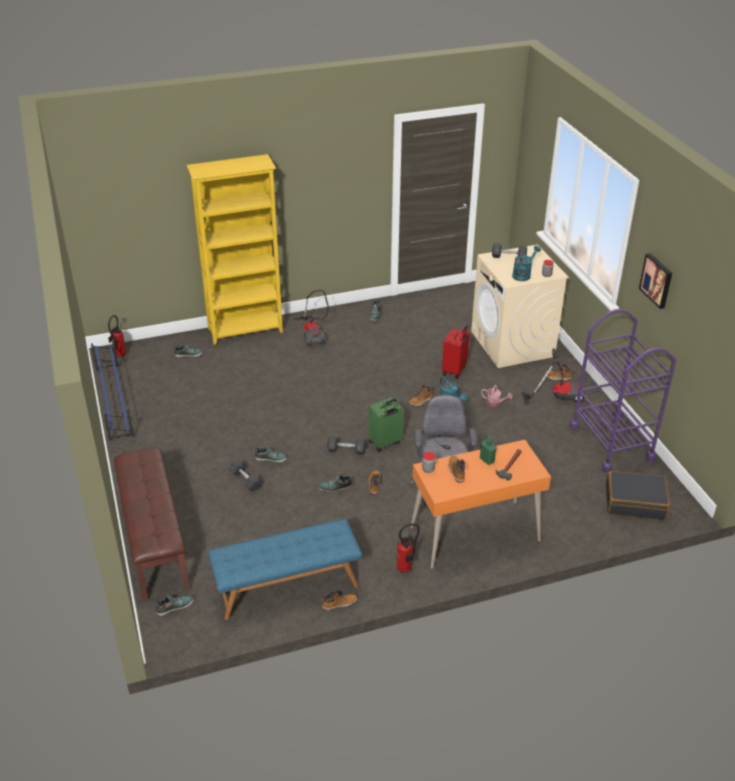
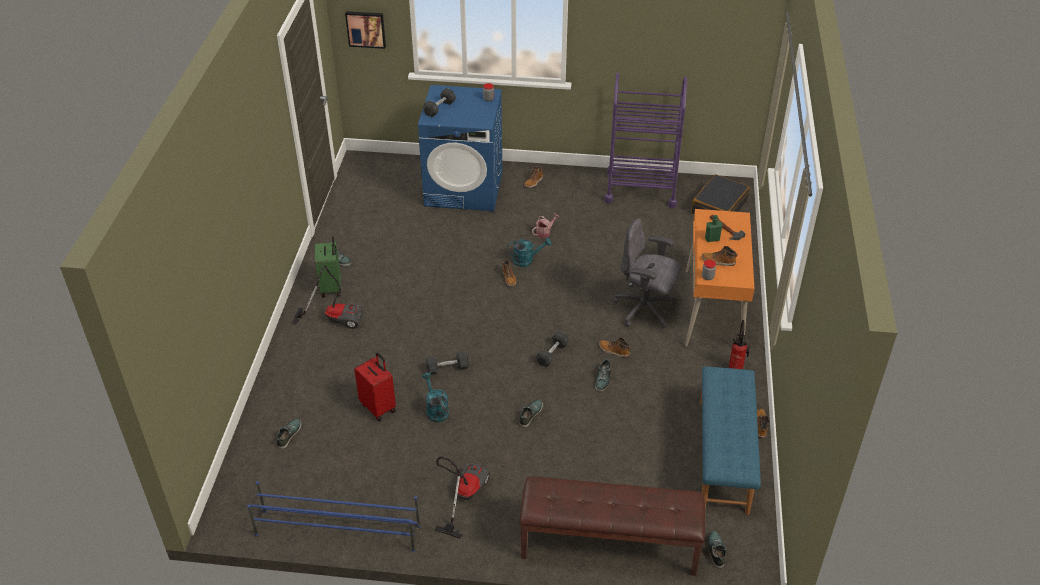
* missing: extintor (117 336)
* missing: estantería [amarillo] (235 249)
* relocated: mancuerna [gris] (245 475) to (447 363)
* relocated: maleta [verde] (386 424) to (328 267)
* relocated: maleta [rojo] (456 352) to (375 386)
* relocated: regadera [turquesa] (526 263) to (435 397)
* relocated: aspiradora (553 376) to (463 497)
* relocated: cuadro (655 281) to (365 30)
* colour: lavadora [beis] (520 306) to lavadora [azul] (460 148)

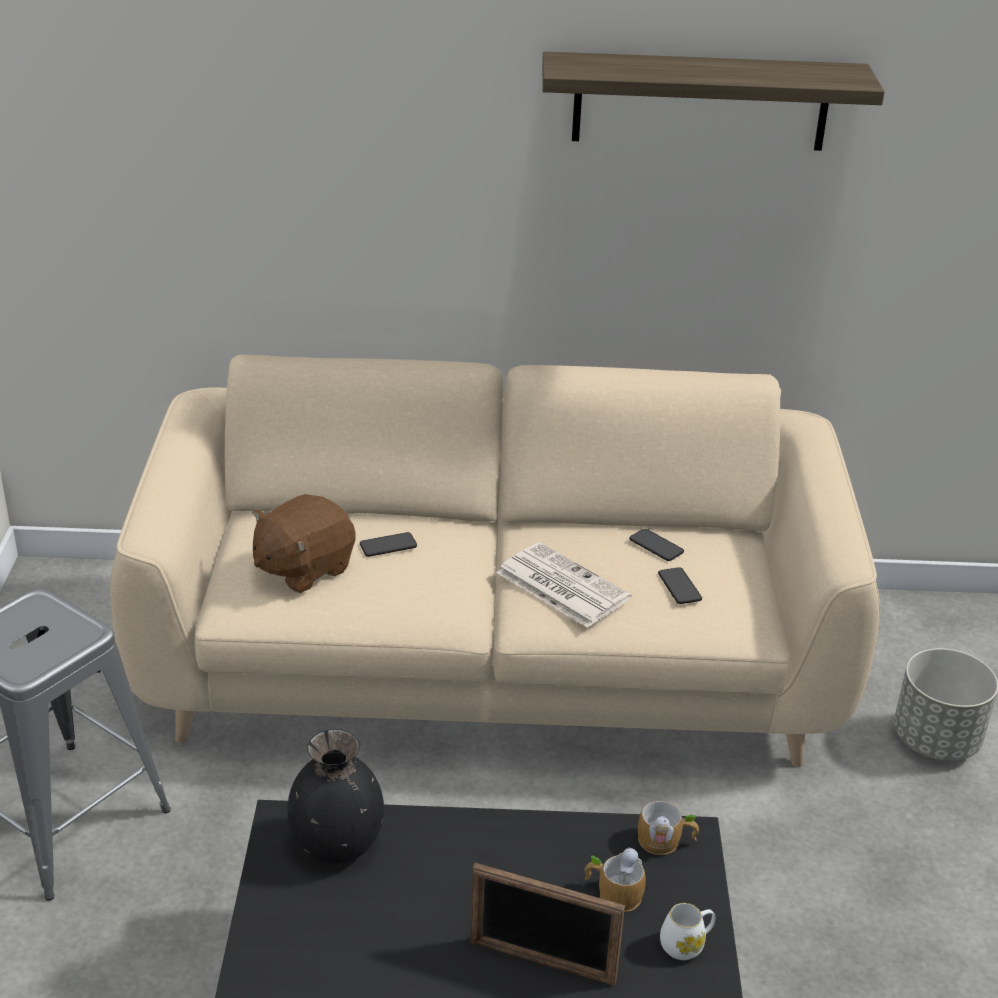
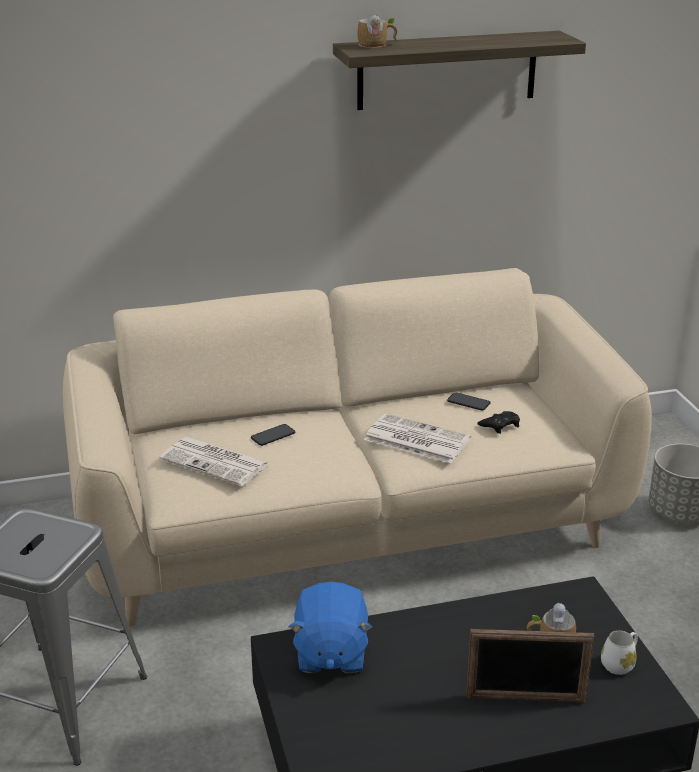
* relocated: taza grande (668 828) to (378 31)
* exchanged: peluche [marrón] (304 543) to periódico (214 461)
* exchanged: florero [negro] (335 796) to peluche [azul] (330 627)
* exchanged: móvil (680 585) to mando de consola [negro] (498 422)

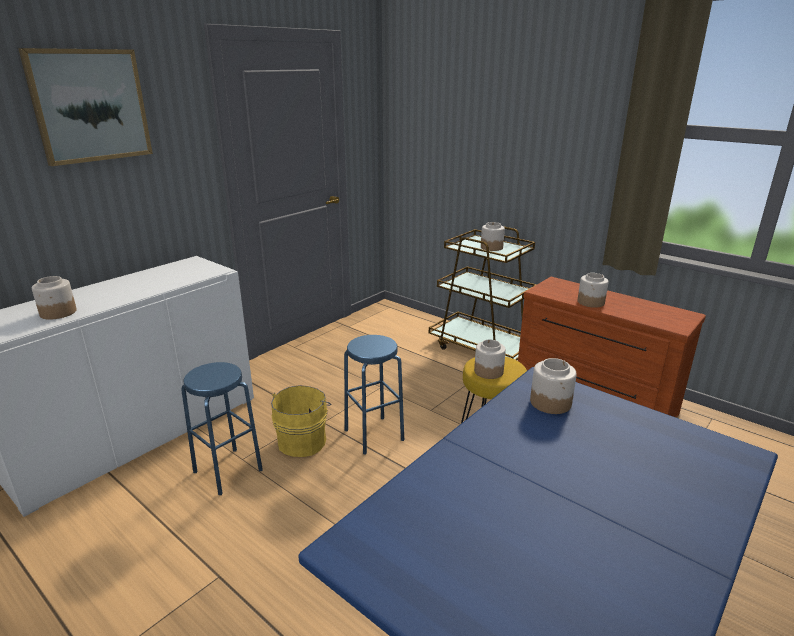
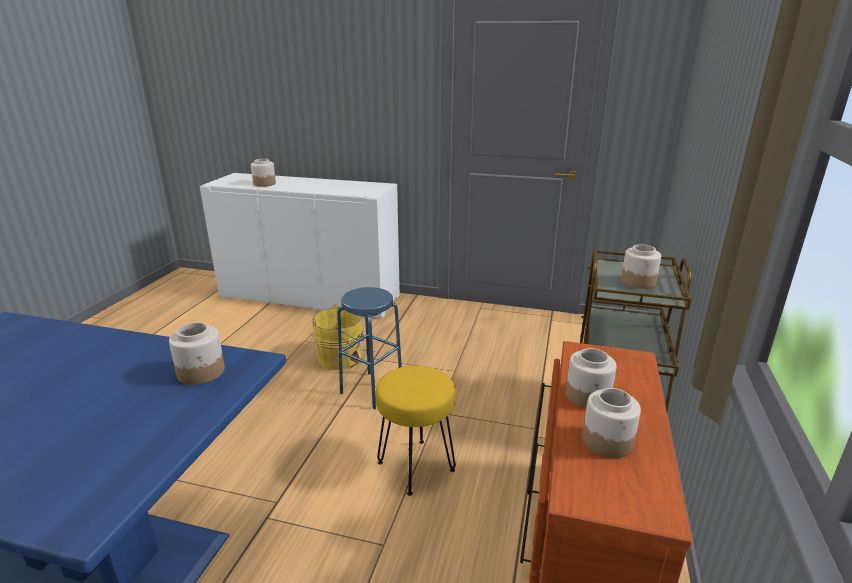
* missing: cuadro (85 107)
* missing: taburete [azul] (222 428)
* relocated: tarro (490 359) to (611 423)

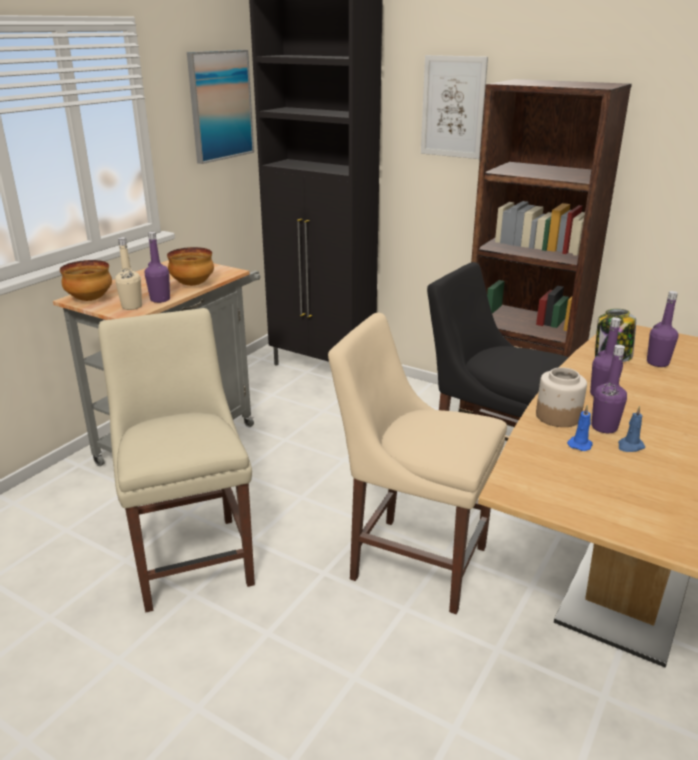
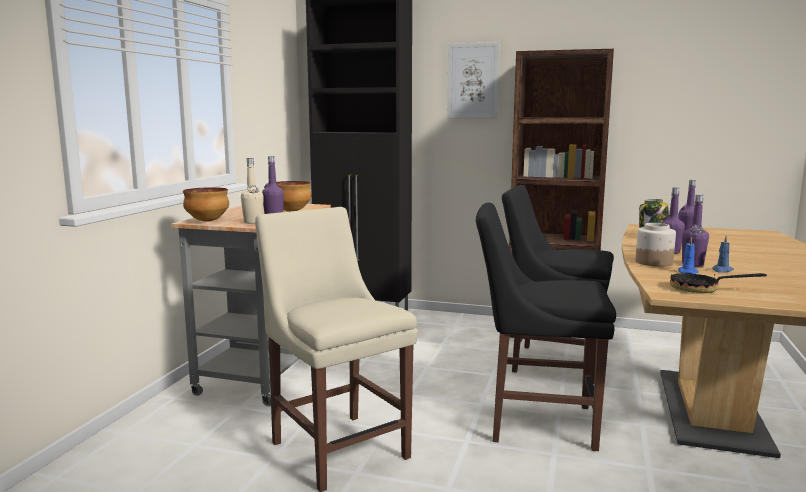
* missing: cuadro (220 107)
* appeared: sartén (718 278)
* colour: silla [beis] (417 463) to silla [negro] (546 327)

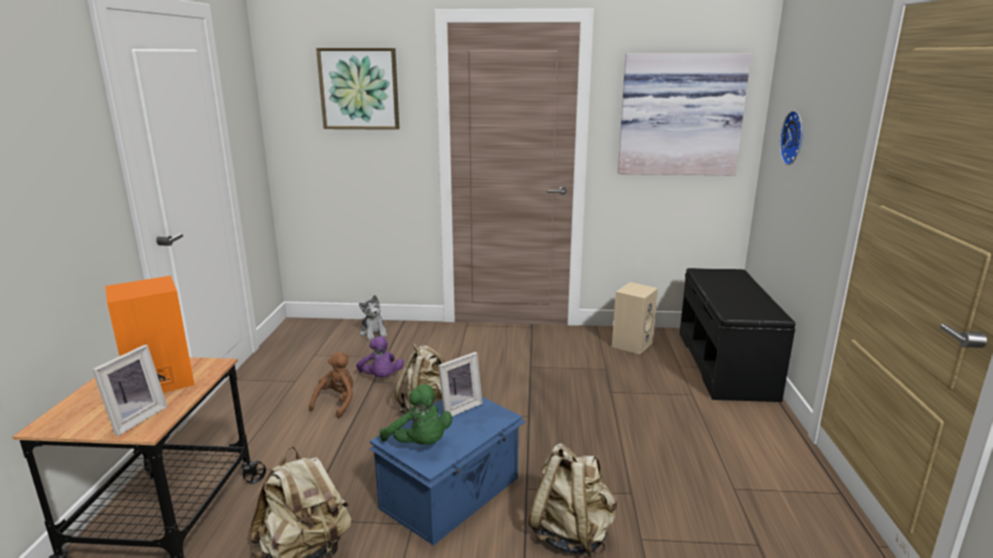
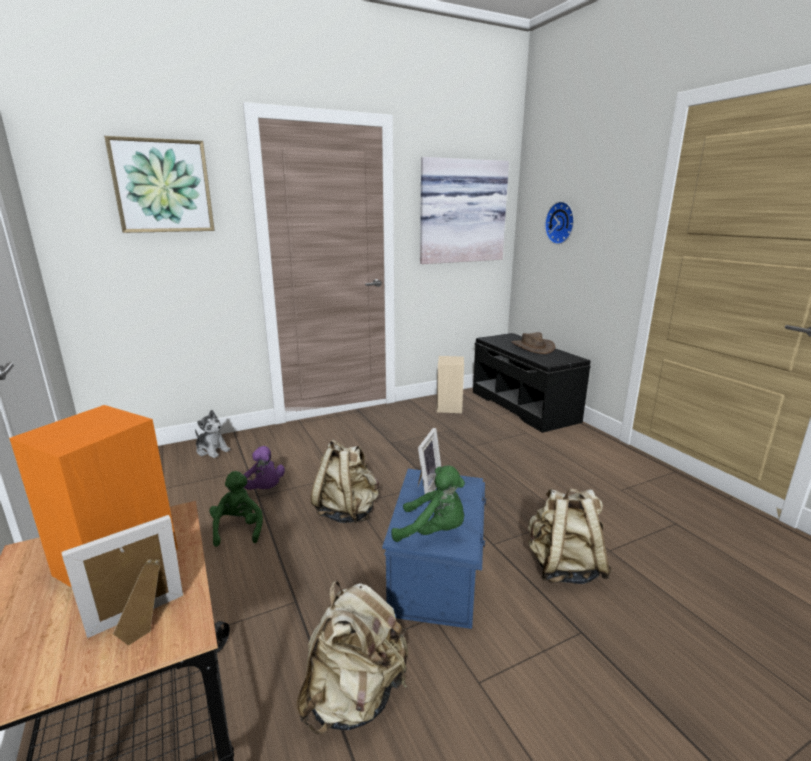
* appeared: sombrero [marrón] (533 343)
* colour: peluche [marrón] (331 385) to peluche [verde] (236 509)
* spun: portarretratos (130 390) = (122 580) 120 degrees counterclockwise

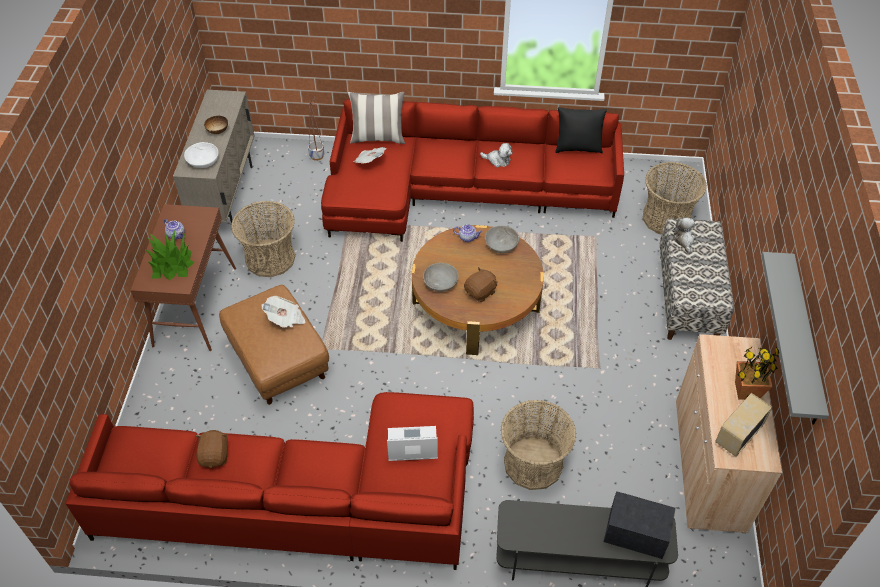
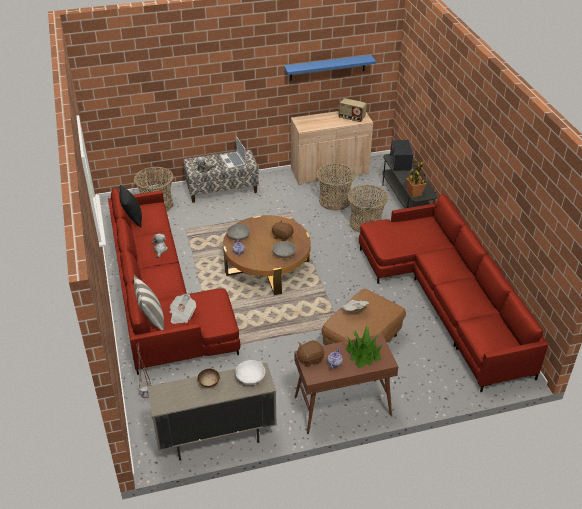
* relocated: peluche [marrón] (212 449) to (310 353)
* relocated: cesta (263 239) to (336 187)
* relocated: portátil (412 443) to (233 152)
* relocated: planta en maceta (757 373) to (416 179)
* colour: estante [gris] (795 338) to estante [azul] (330 68)

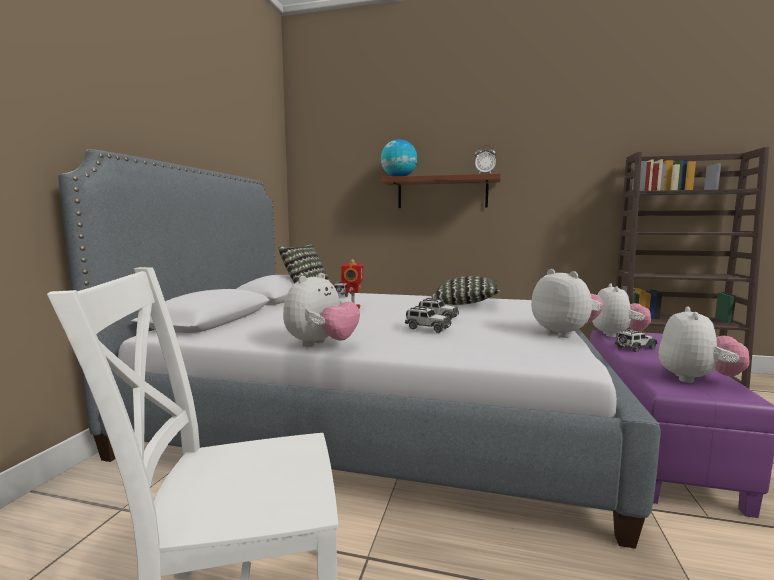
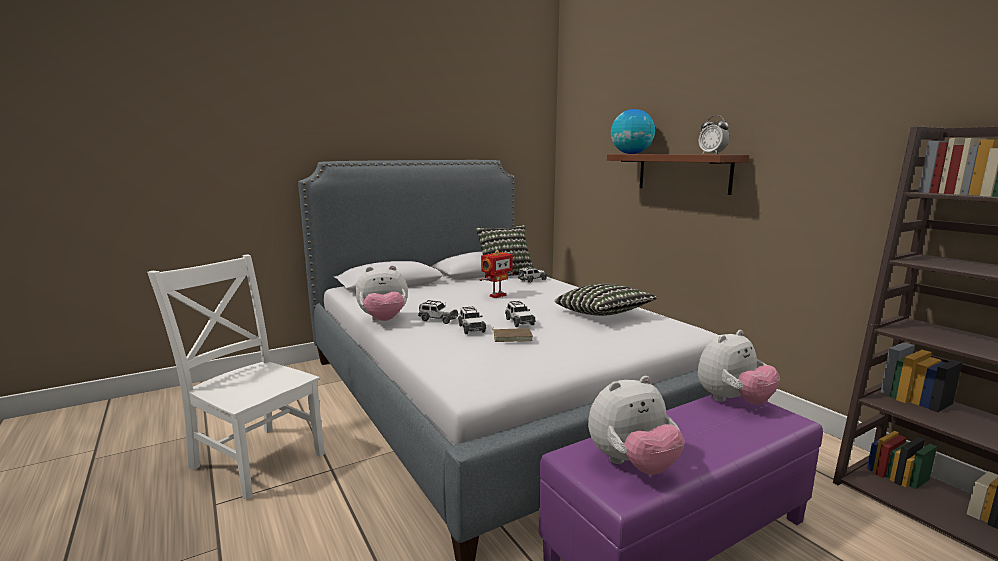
* missing: peluche (567 303)
* appeared: libro [marrón] (512 334)
* relocated: coche de juguete (636 340) to (438 312)

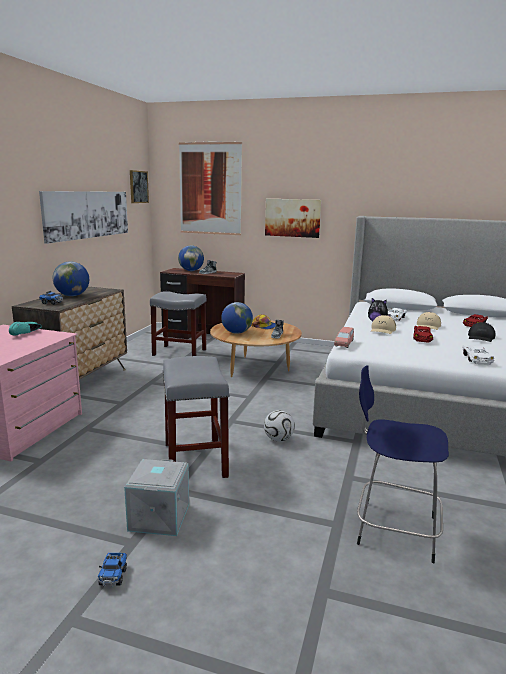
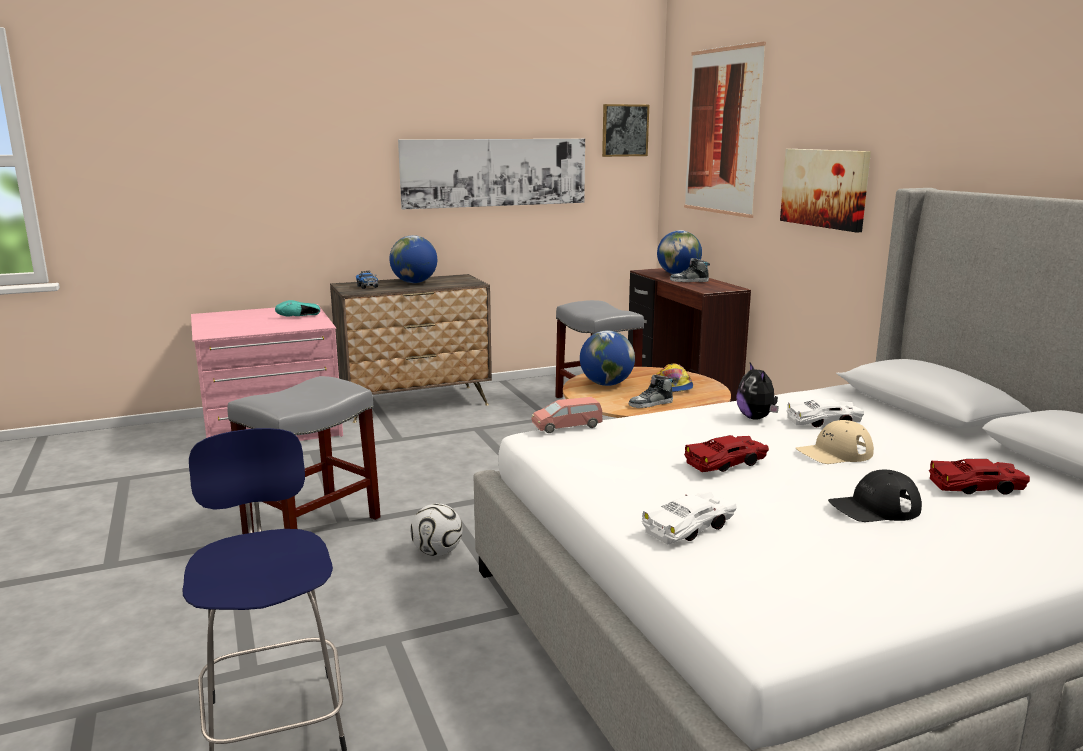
* missing: camión de juguete (112 570)
* missing: caja de almacenaje [gris] (156 497)
* missing: gorra [beis] (383 324)

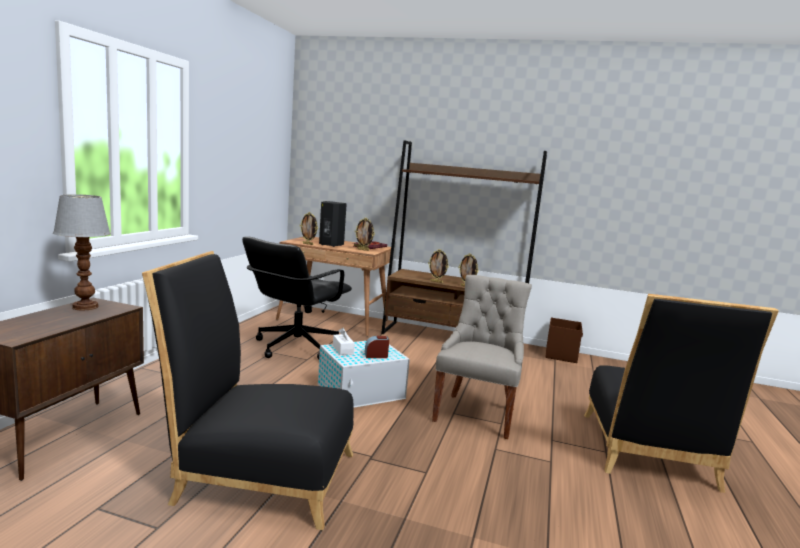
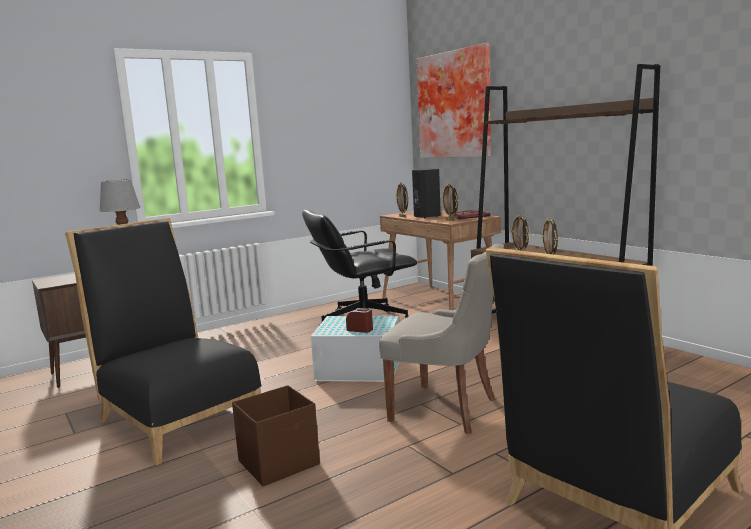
* missing: caja de pañuelos [blanco] (344 341)
* appeared: cuadro (453 100)
* relocated: caja de almacenaje [marrón] (564 340) to (276 435)
* spun: silla [gris] (482 357) = (441 339) 60 degrees clockwise

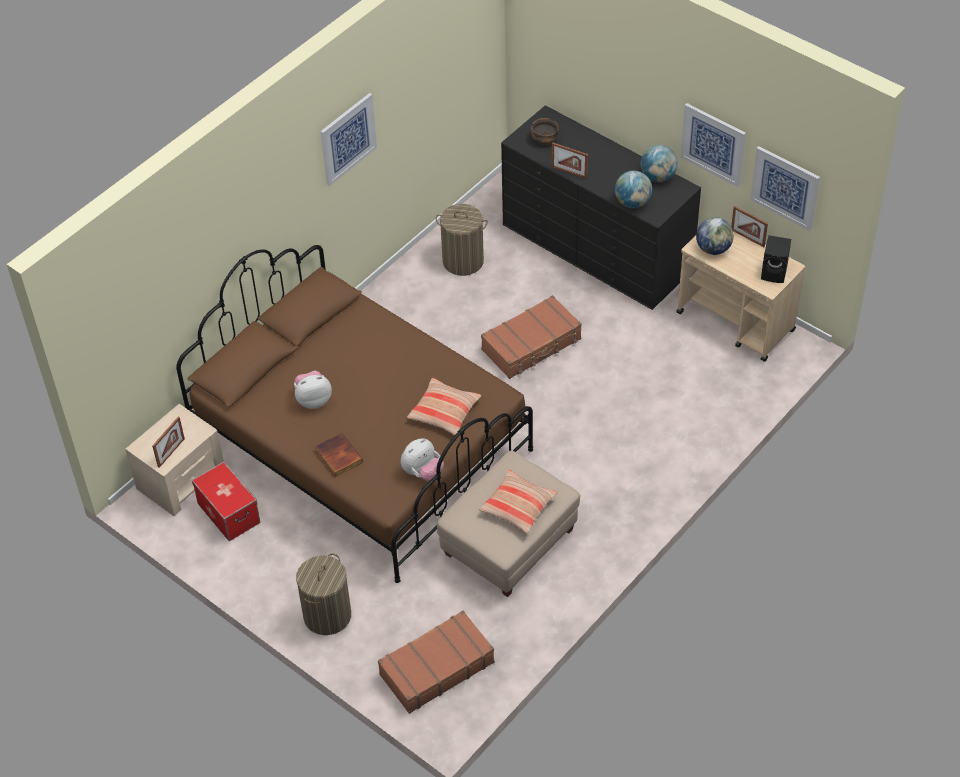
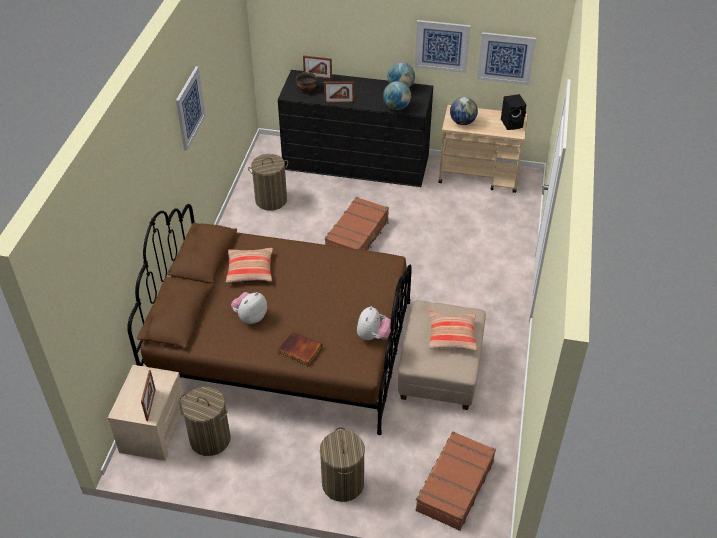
* relocated: cojín (444 407) to (249 265)
* relocated: portarretratos (749 226) to (317 67)
* exchanged: caja de almacenaje (226 501) to cesto de la ropa (205 421)

